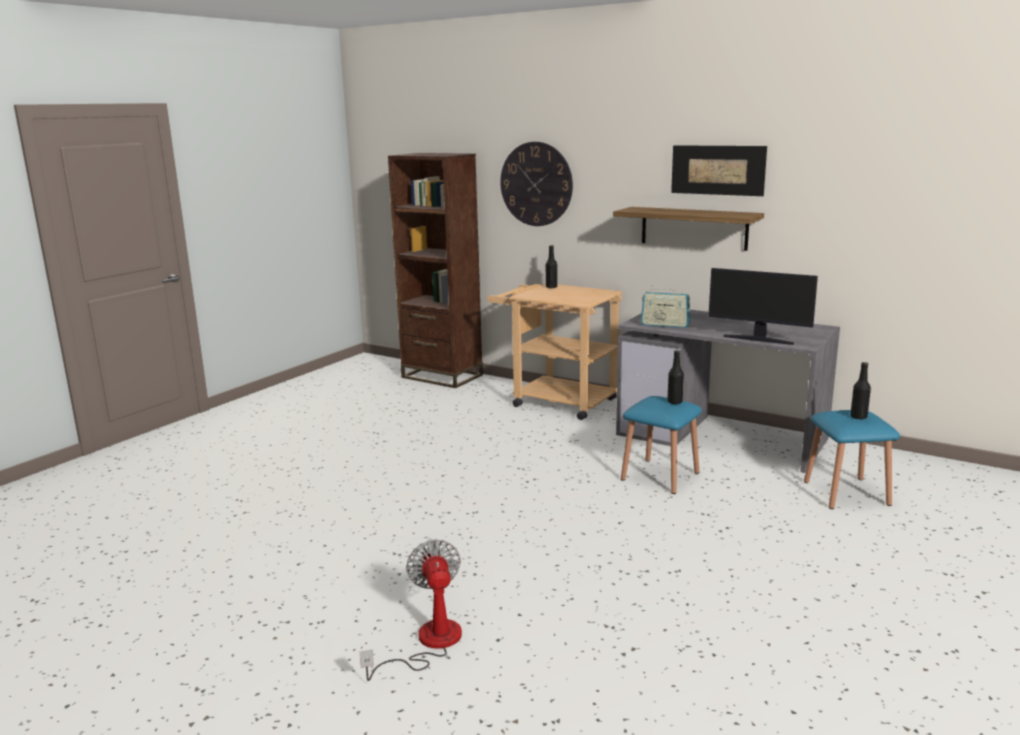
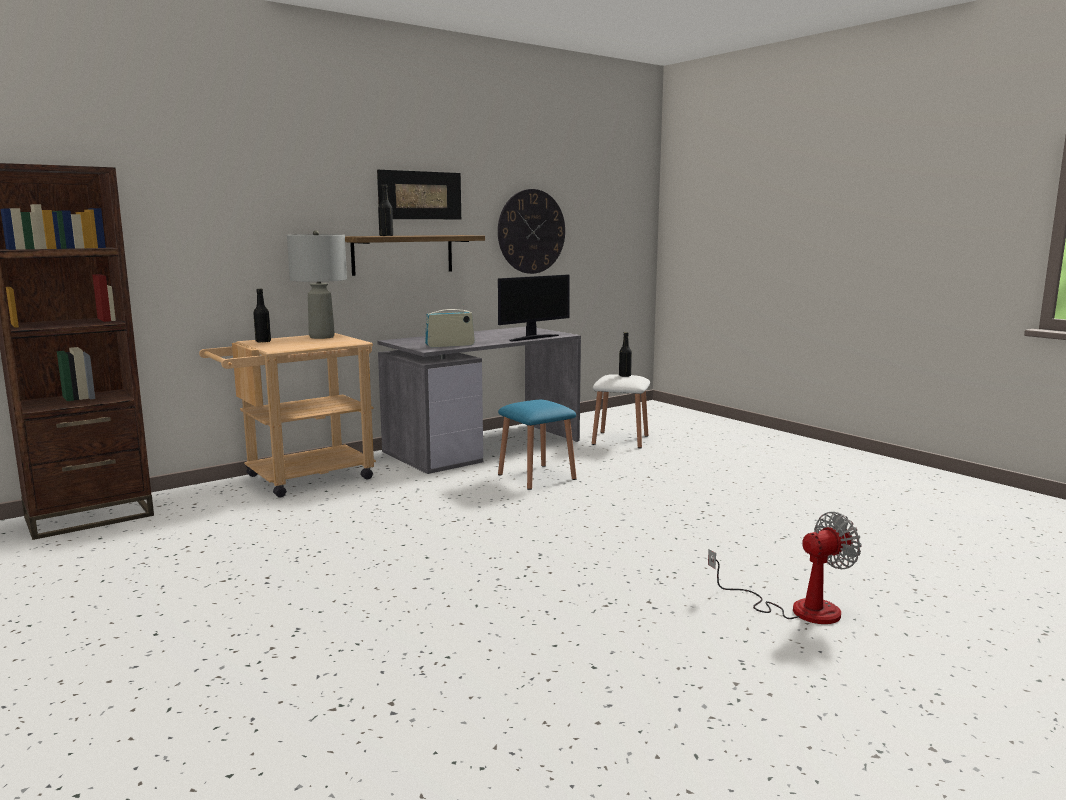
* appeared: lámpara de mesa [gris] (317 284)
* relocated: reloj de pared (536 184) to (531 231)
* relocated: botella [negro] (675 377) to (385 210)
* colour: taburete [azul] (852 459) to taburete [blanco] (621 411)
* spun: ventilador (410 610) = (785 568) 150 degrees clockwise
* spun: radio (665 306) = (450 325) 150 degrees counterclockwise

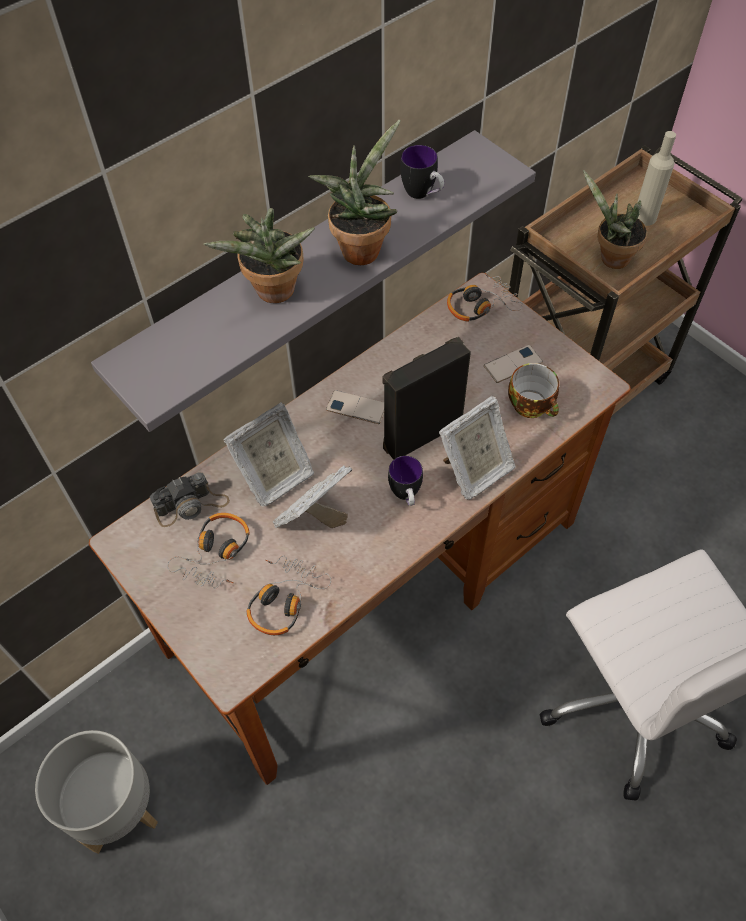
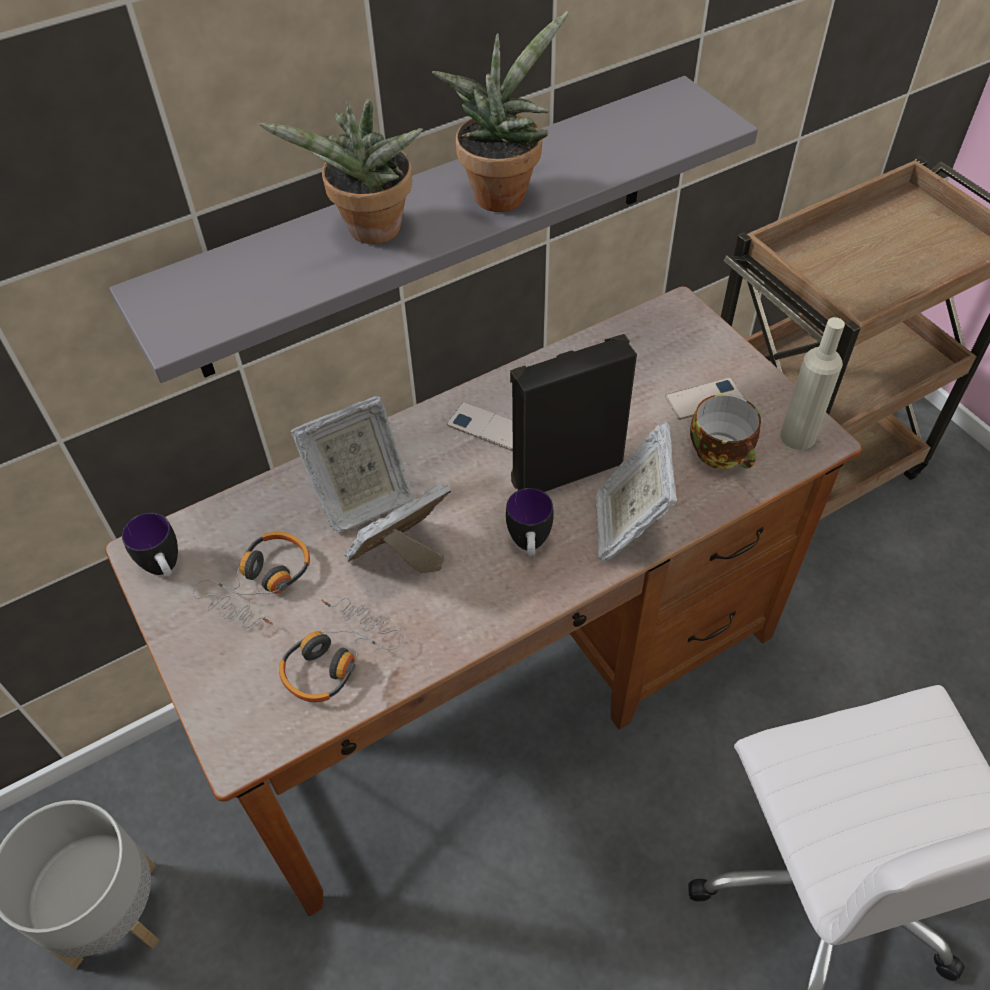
* missing: cámara (190 499)
* missing: auriculares (485 297)
* missing: planta en maceta (615 219)
* relocated: taza grande (422 172) to (150 545)
* relocated: botella [beis] (657 178) to (812 383)
* spun: portarretratos (477 447) = (636 492) 120 degrees clockwise

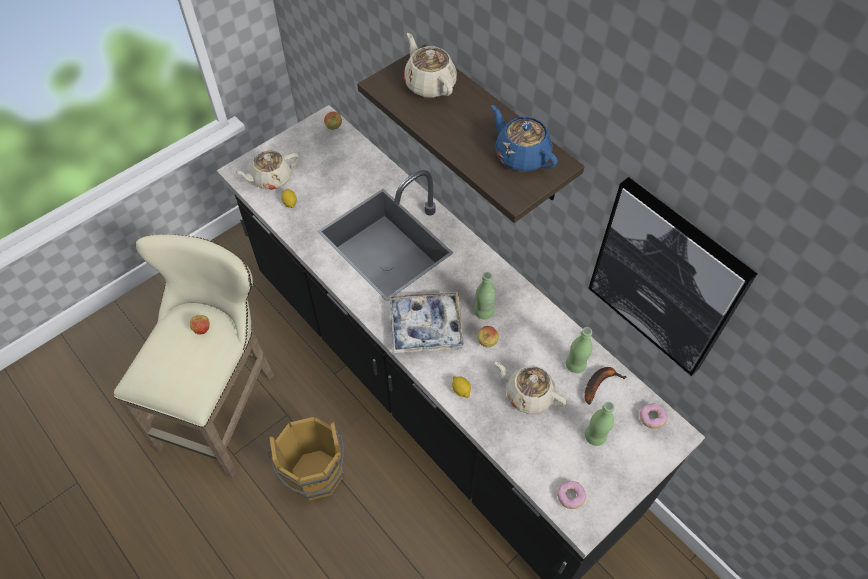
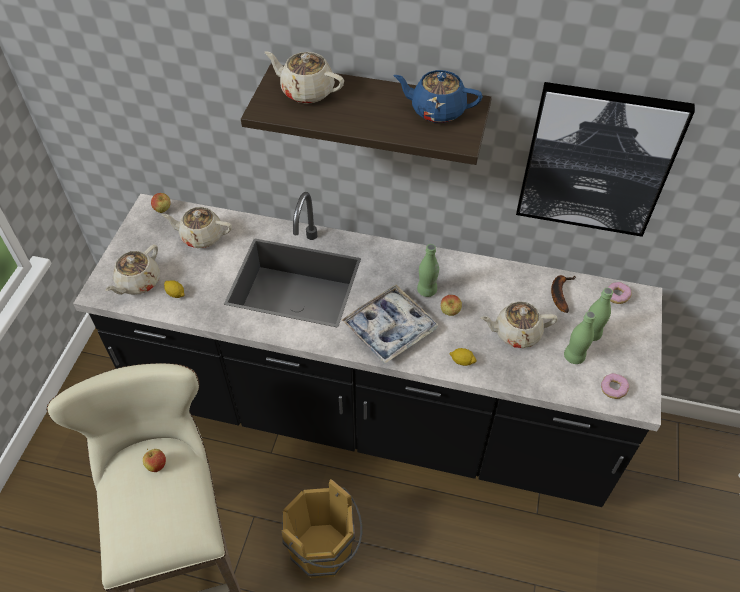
* appeared: tetera [beis] (196 227)
* relocated: botella [verde] (579 350) to (580 337)

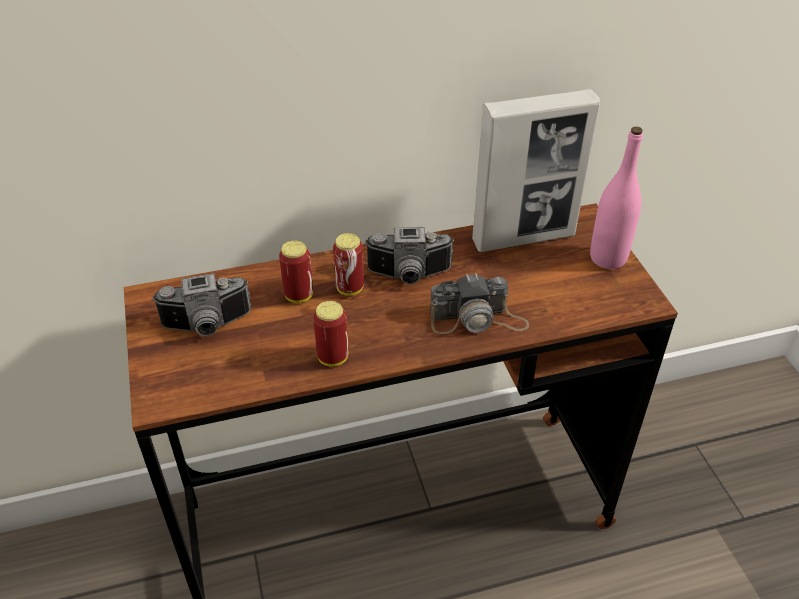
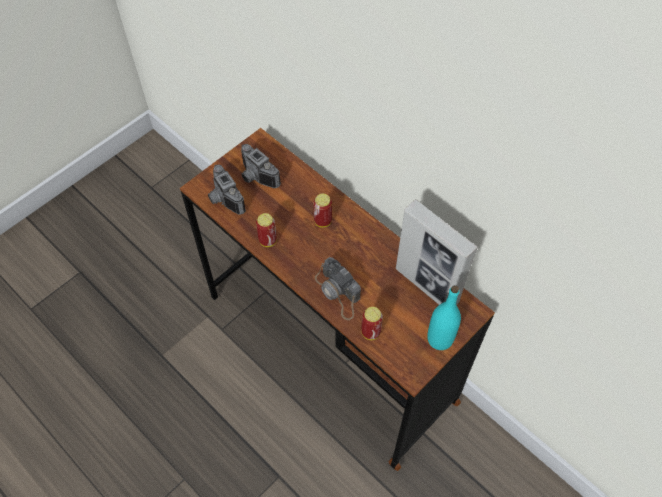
* relocated: lata (296 271) to (372 323)
* relocated: cámara (409 255) to (227 190)
* colour: botella [rosa] (616 198) to botella [turquesa] (444 318)

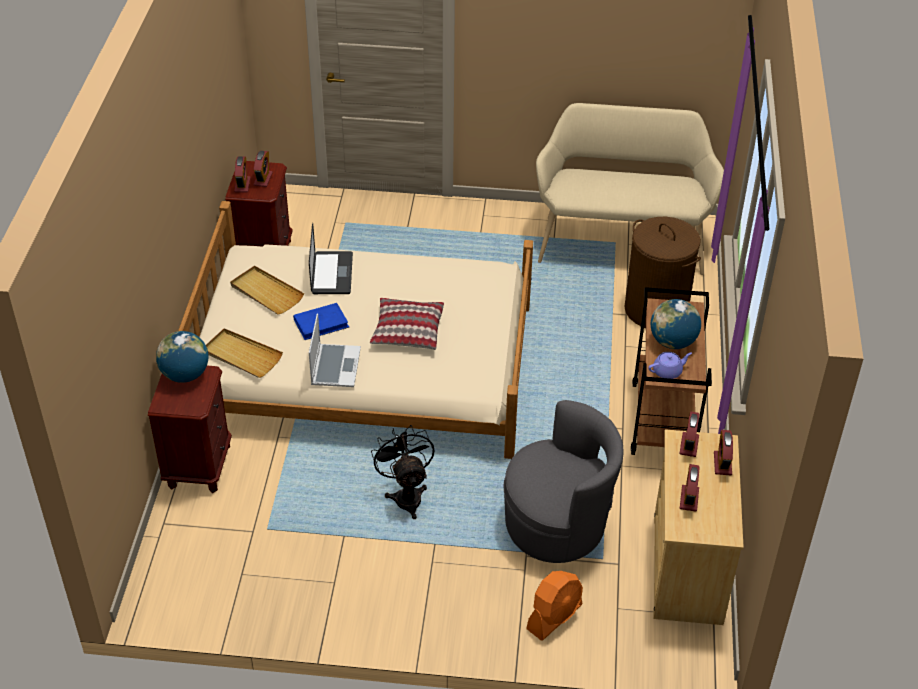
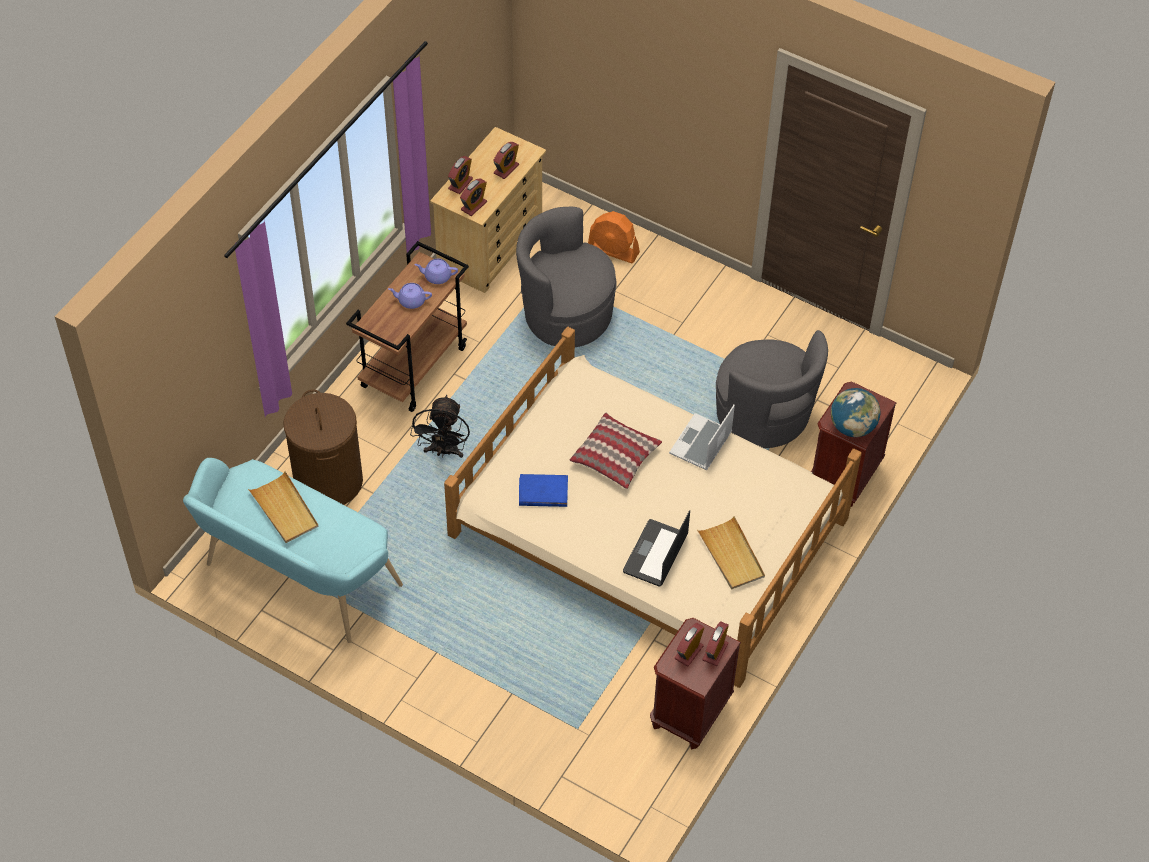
* appeared: sillón [gris] (772 389)
* relocated: bandeja [beis] (244 353) to (283 507)
* relocated: libro [azul] (321 321) to (543 490)
* relocated: ventilador [negro] (402 472) to (440 426)
* exchanged: globo terráqueo (676 324) to tetera [morado] (410 296)
* colour: banco [beis] (630 189) to banco [turquesa] (293 550)
* spun: ventilador [naranja] (554 606) = (614 237) 135 degrees counterclockwise

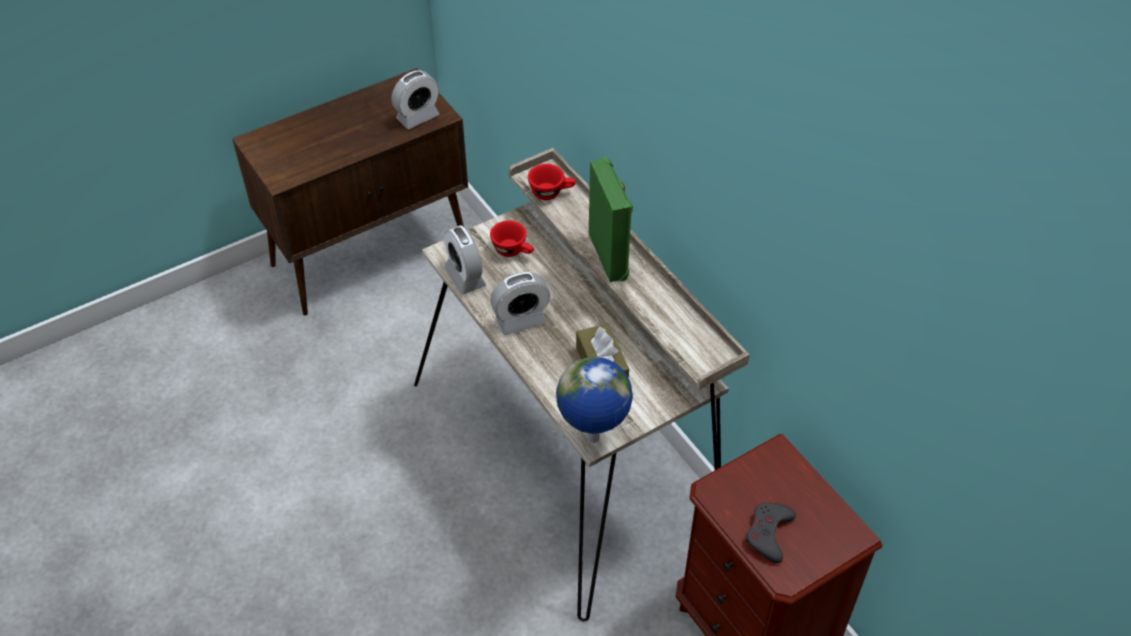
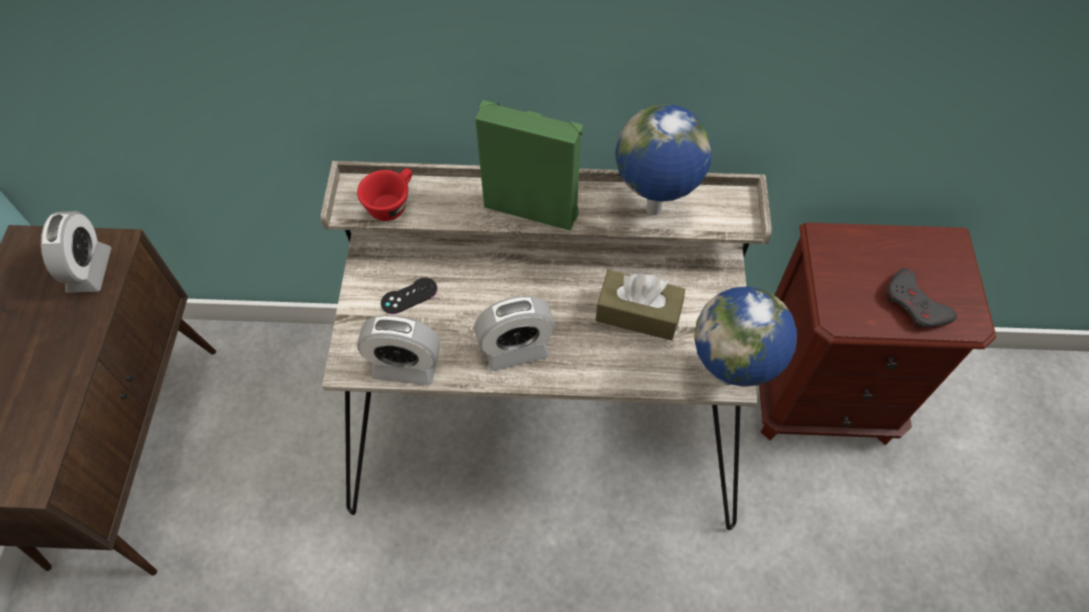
* appeared: globo terráqueo (663 159)
* exchanged: taza [rojo] (512 238) to mando de consola [negro] (409 296)
* spun: despertador (520 303) = (514 333) 60 degrees clockwise

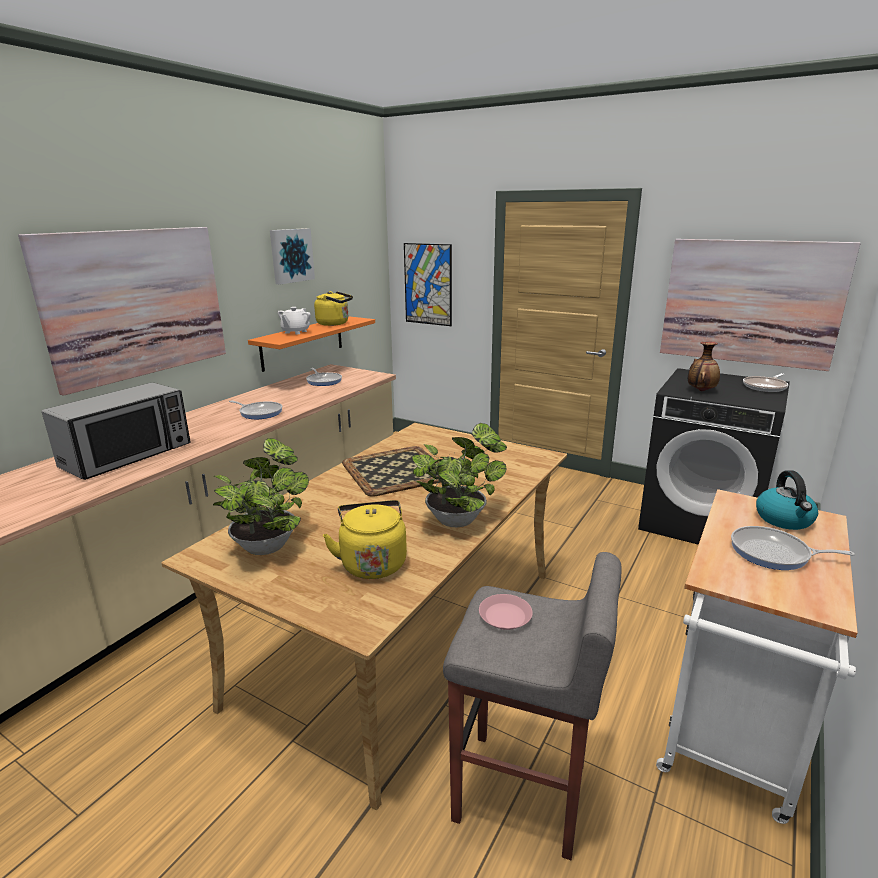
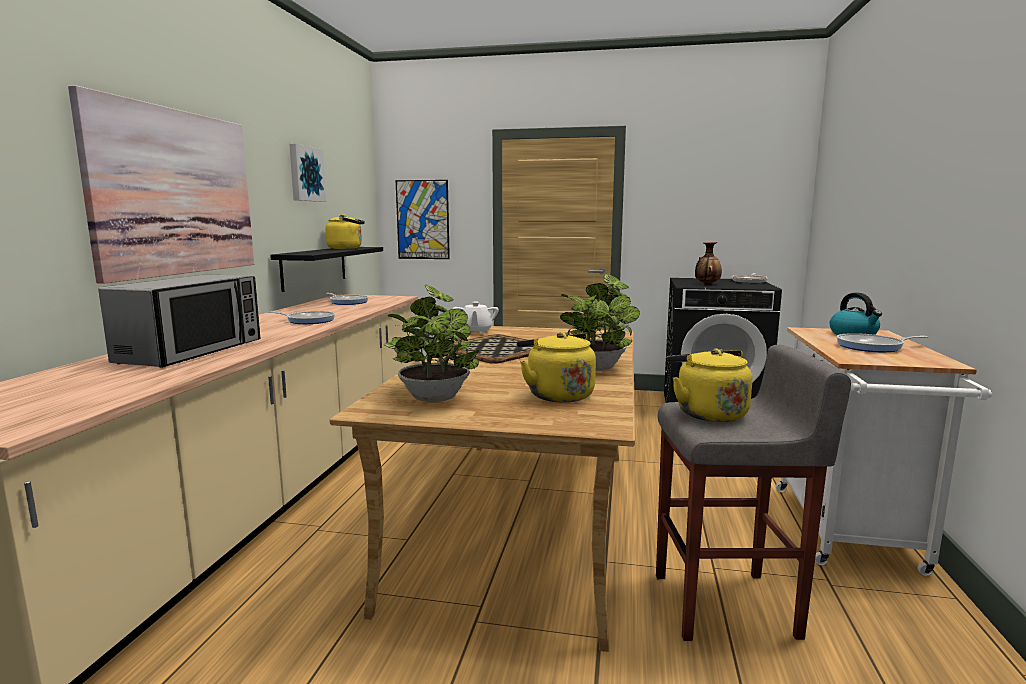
* missing: cuadro (760 305)
* relocated: tetera [blanco] (294 320) to (476 318)
* exchanged: plato [rosa] (506 612) to hervidor [amarillo] (709 385)
* colour: estante [naranja] (311 344) to estante [negro] (326 269)

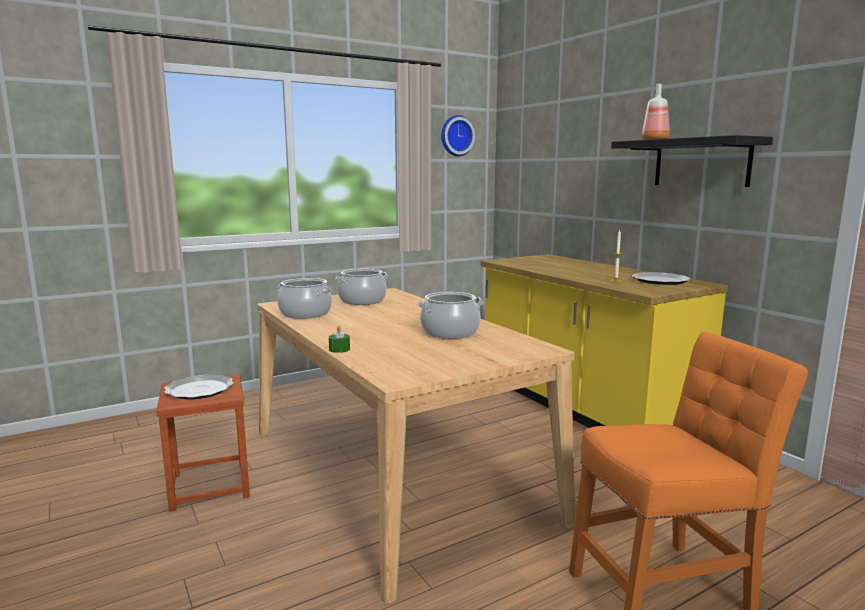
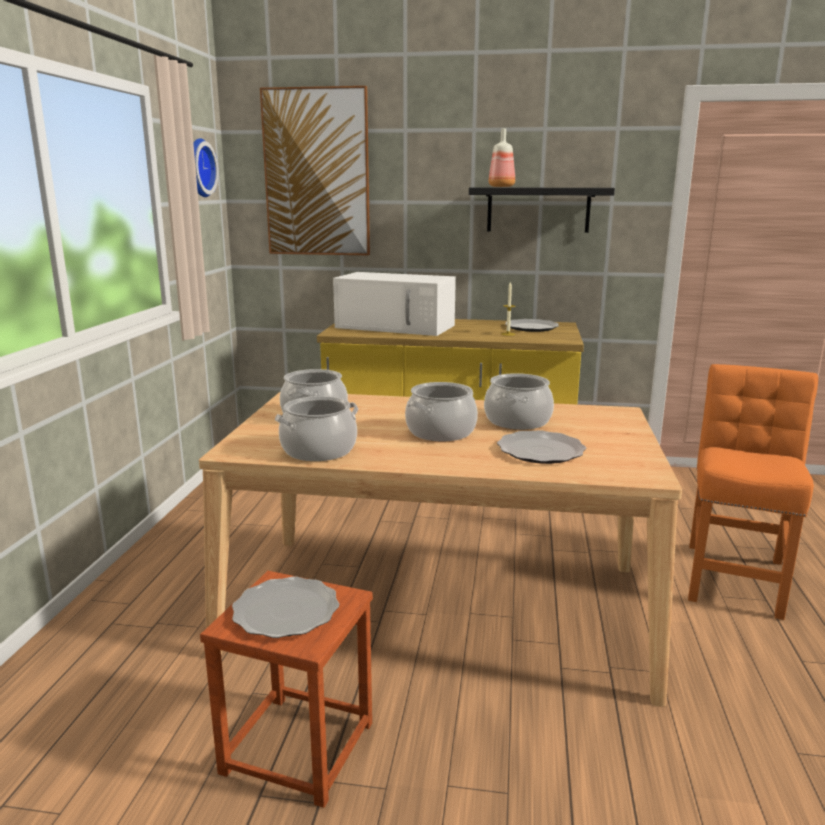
* missing: vela [verde] (339 339)
* appeared: cuadro (315 170)
* appeared: microondas [blanco] (394 304)
* appeared: olla (441 411)
* appeared: plato (541 447)

